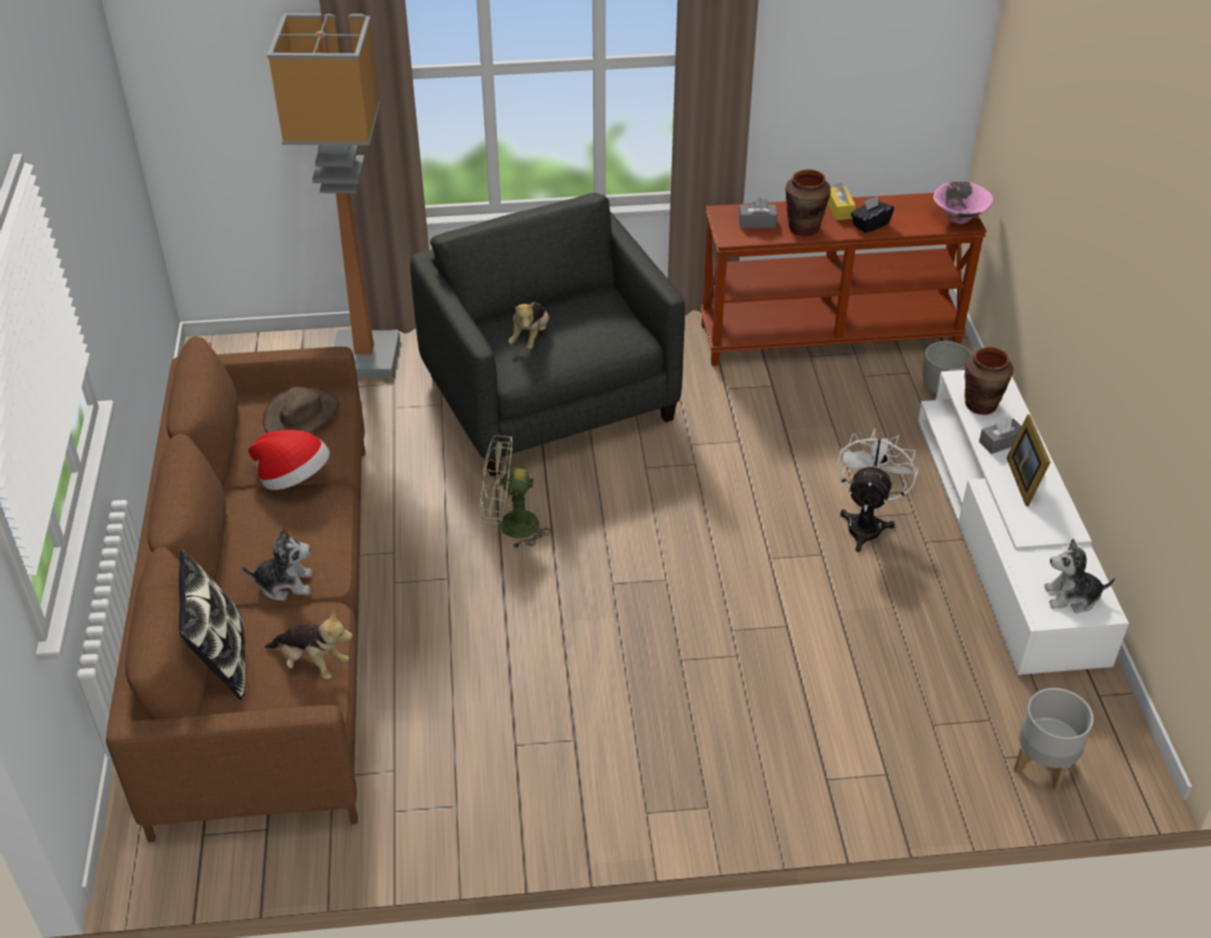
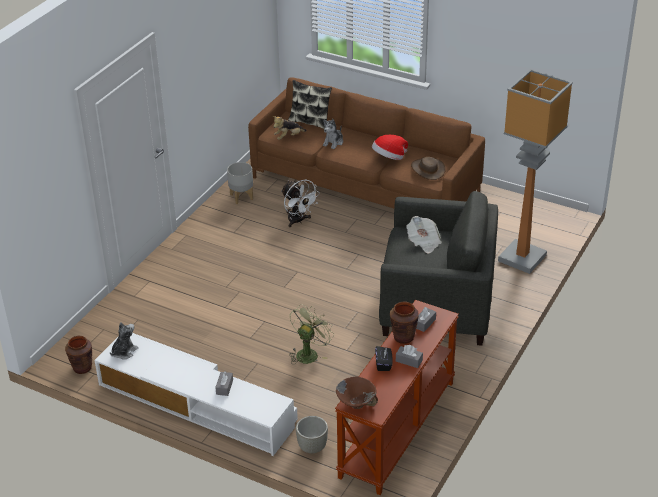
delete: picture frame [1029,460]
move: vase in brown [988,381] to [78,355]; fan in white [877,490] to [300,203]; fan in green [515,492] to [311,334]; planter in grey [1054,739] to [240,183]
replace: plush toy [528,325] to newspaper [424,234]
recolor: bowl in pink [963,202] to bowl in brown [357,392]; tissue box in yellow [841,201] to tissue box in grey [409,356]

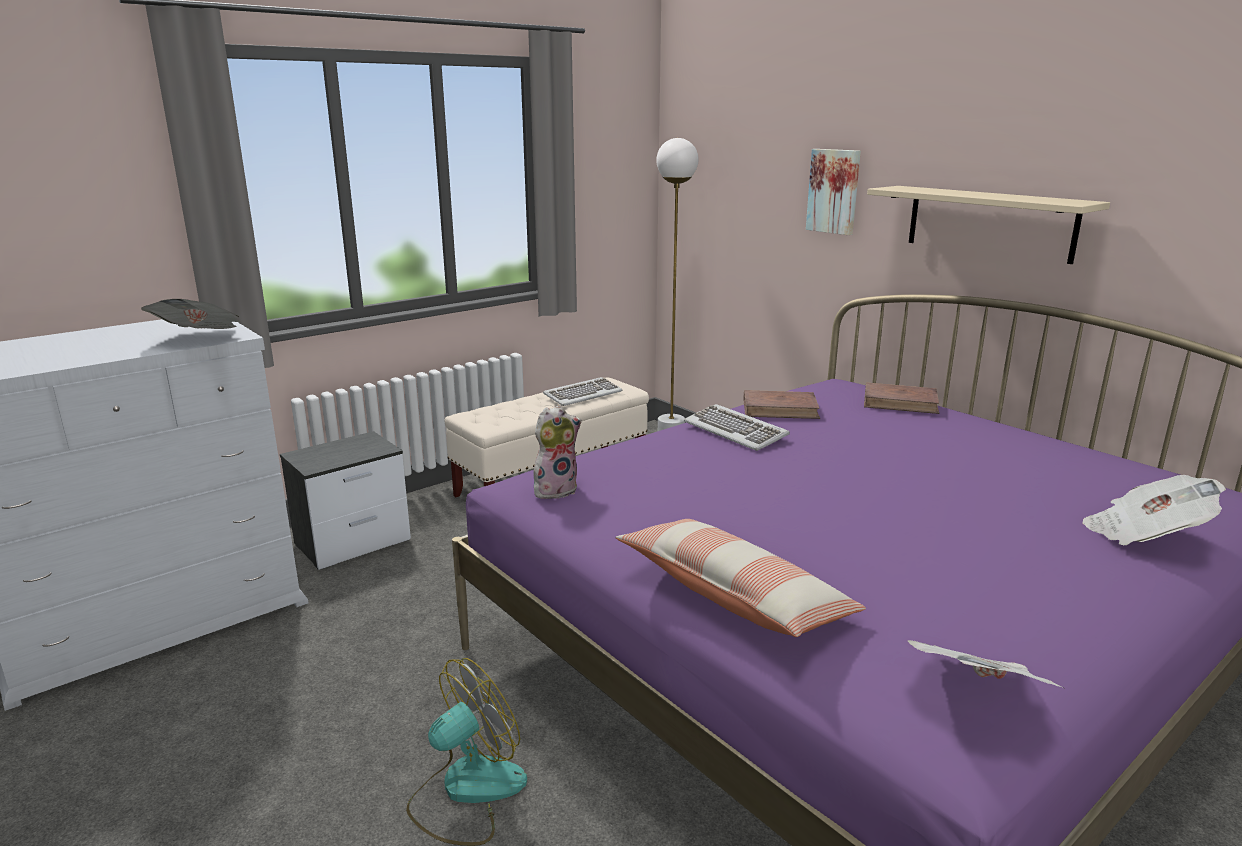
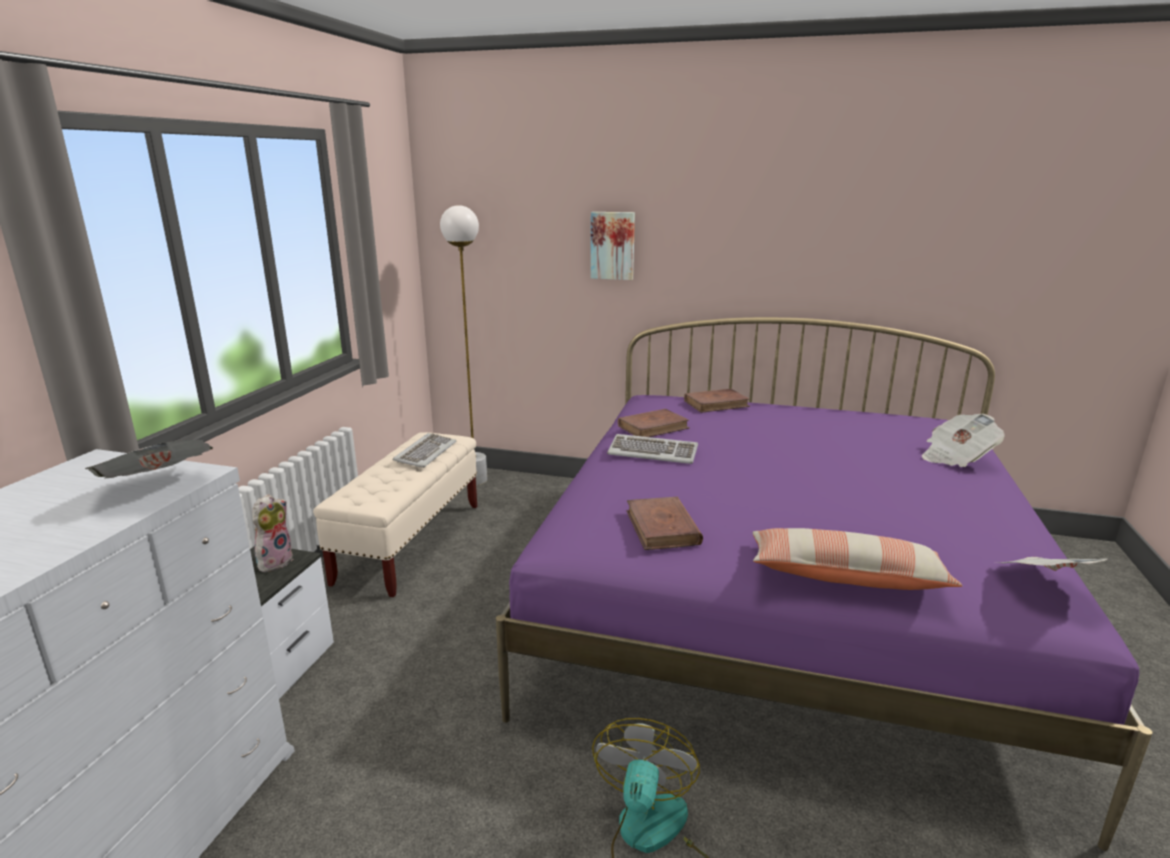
delete: shelf in beige [988,225]
insert: book in brown [665,523]
move: plush toy [557,452] to [272,533]

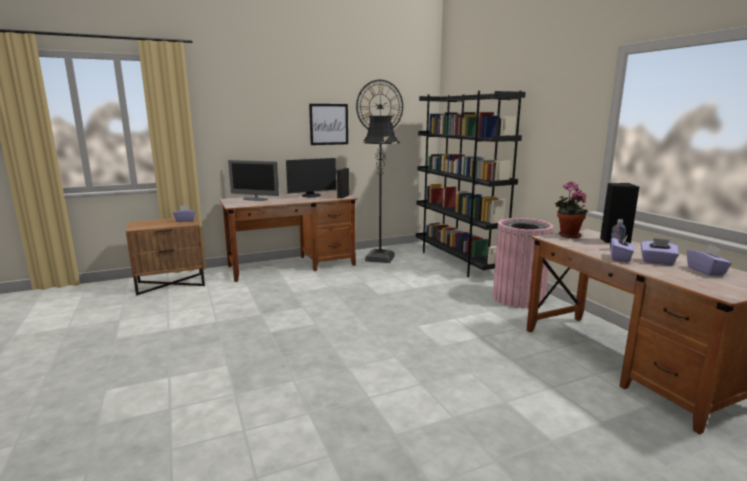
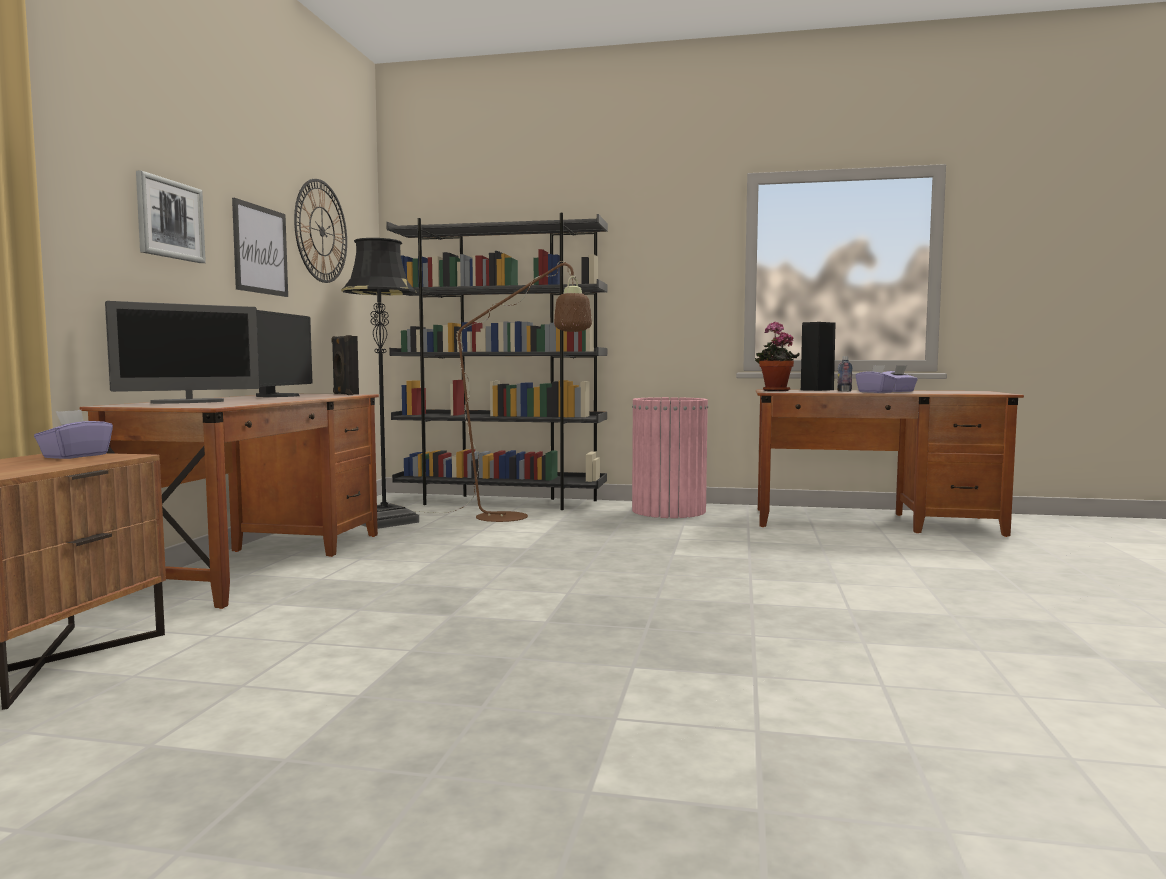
delete: tissue box in purple [709,260]
insert: picture [171,216]; floor lamp in brown [503,391]

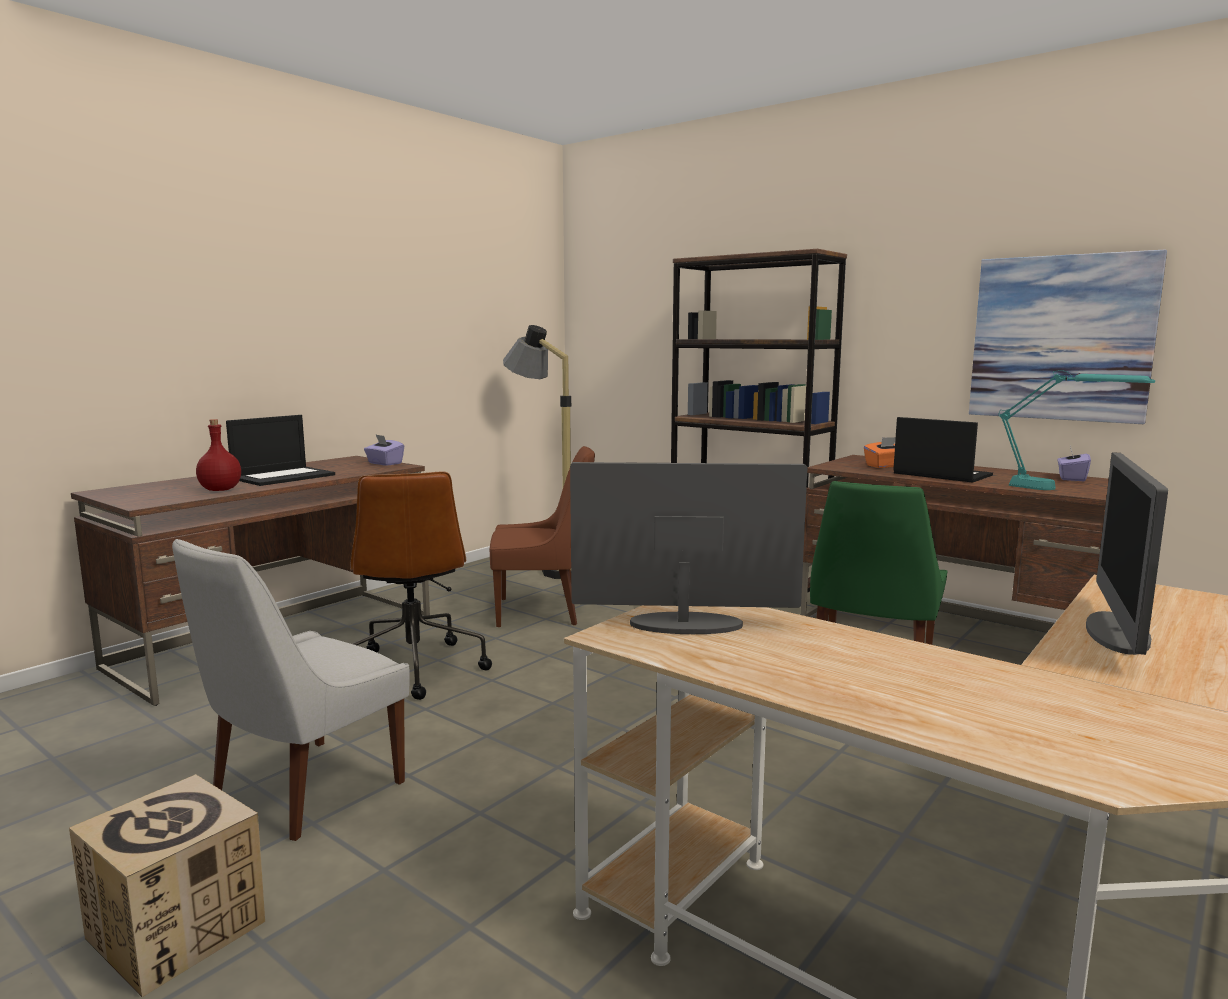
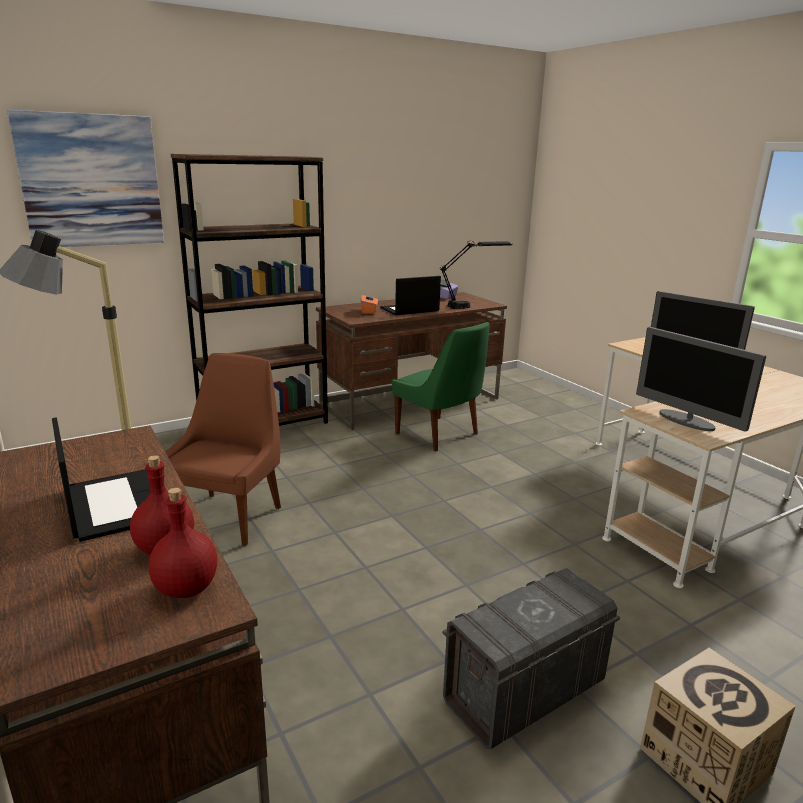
delete: tissue box in purple [384,450]; office chair in brown [421,585]
insert: bottle in red [183,543]
move: picture [1068,336] to [85,178]
replace: chair in white [291,690] to storage box in grey [531,658]
recolor: table lamp in turquoise [1077,430] to table lamp in black [476,275]
rotate: monitor [688,548] = [701,379] 60 degrees counterclockwise

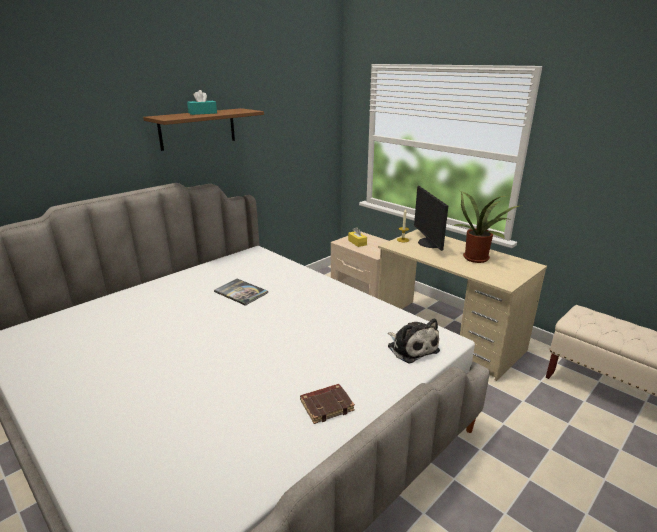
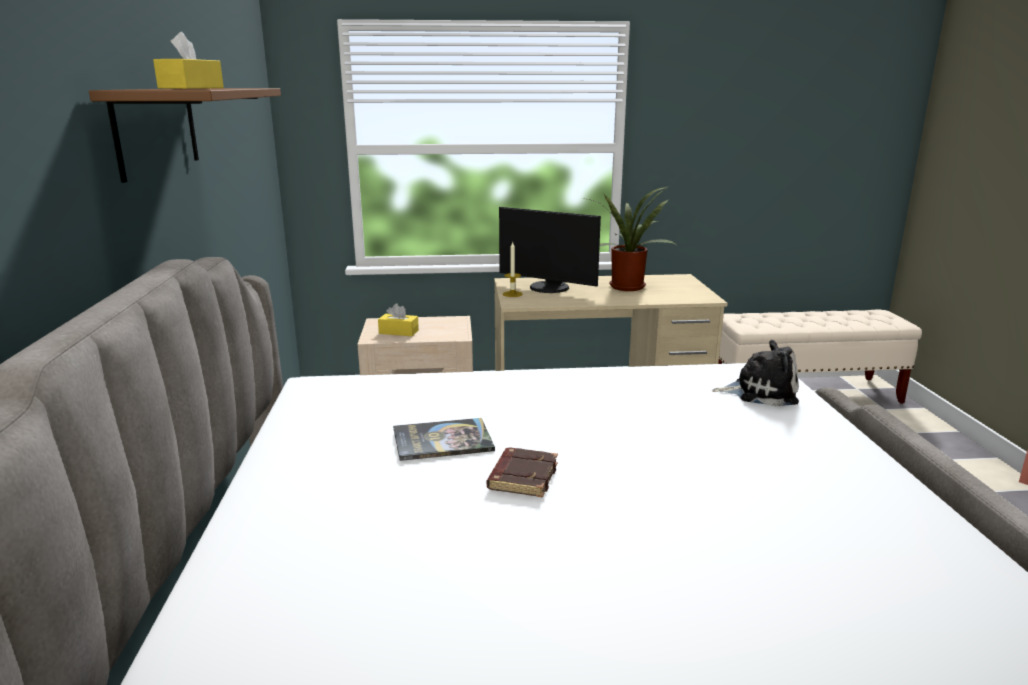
move: book in brown [327,404] to [522,473]
recolor: tissue box in turquoise [202,102] to tissue box in yellow [188,60]

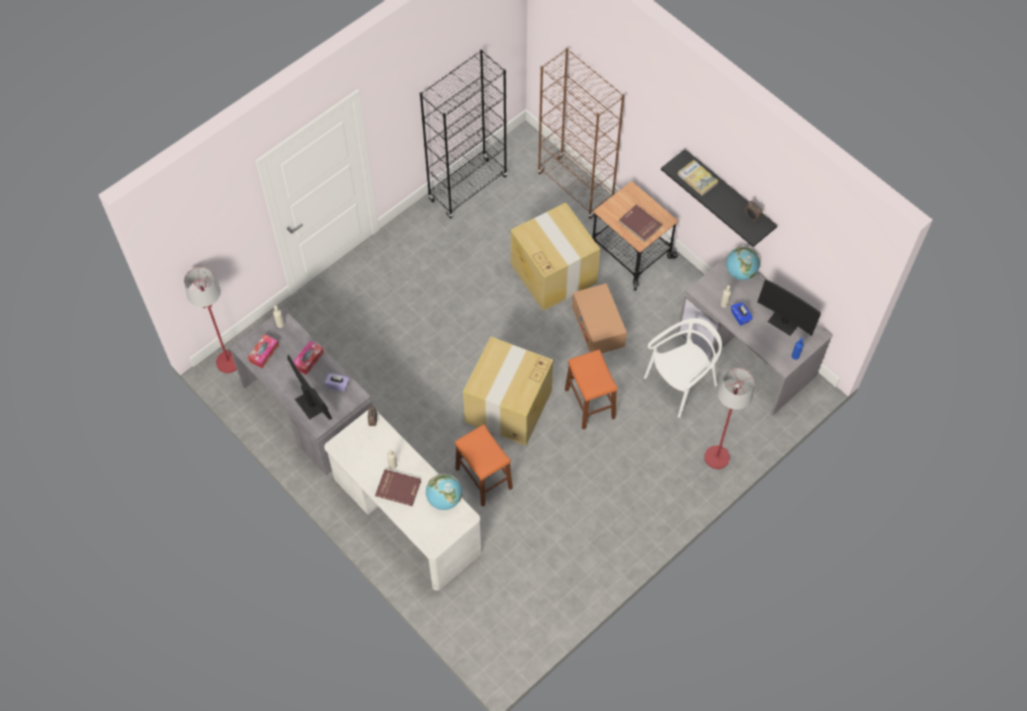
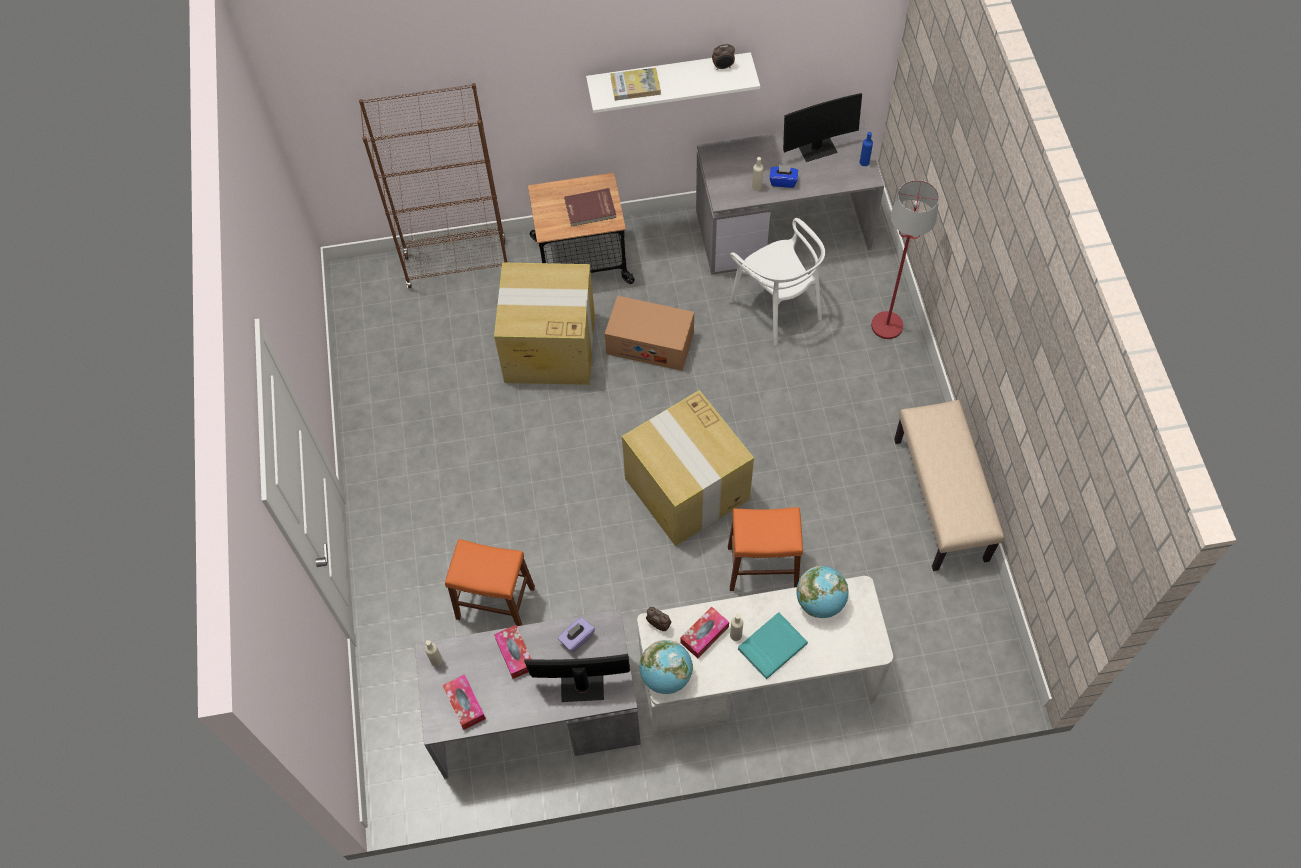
delete: bookcase in black [463,134]; floor lamp in red [210,320]
insert: bench in beige [949,485]; tissue box [704,632]
move: globe [743,263] to [666,667]; stool in orange [591,389] to [490,582]
recolor: shelf in black [719,198] to shelf in white [673,82]; book in red [398,487] to book in turquoise [773,645]
rotate: chair in white [683,368] = [777,282] 150 degrees clockwise

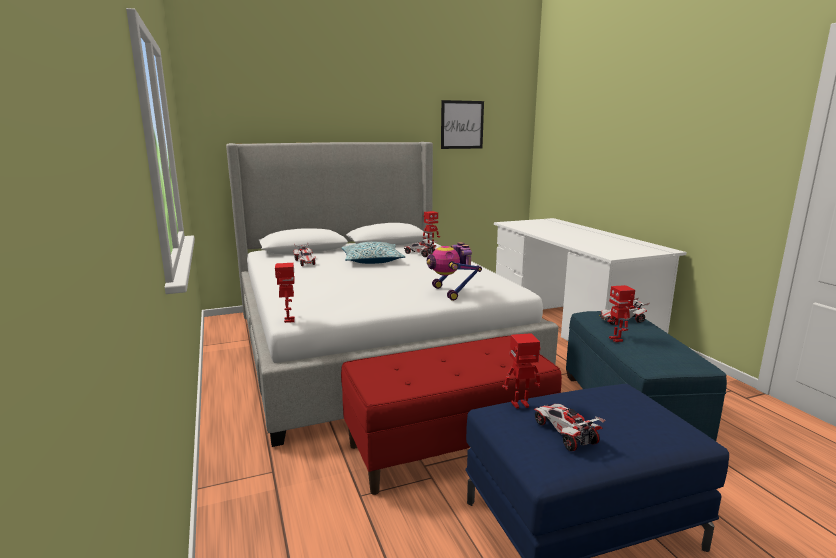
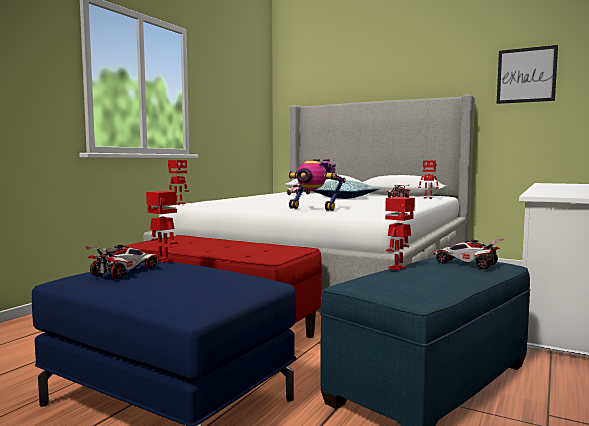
rotate: toy robot [454,271] = [317,185] 90 degrees counterclockwise

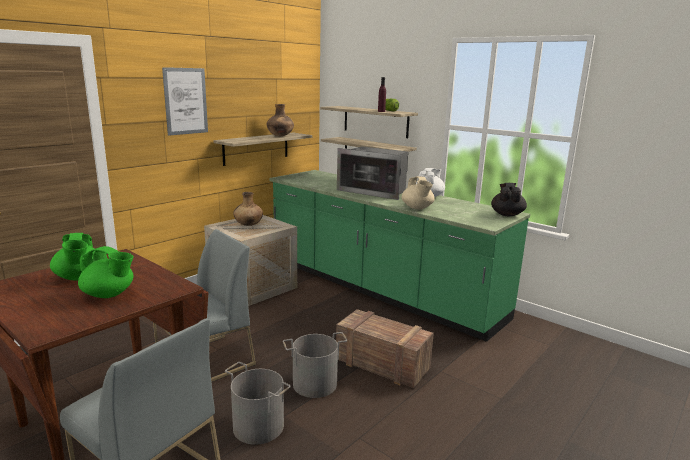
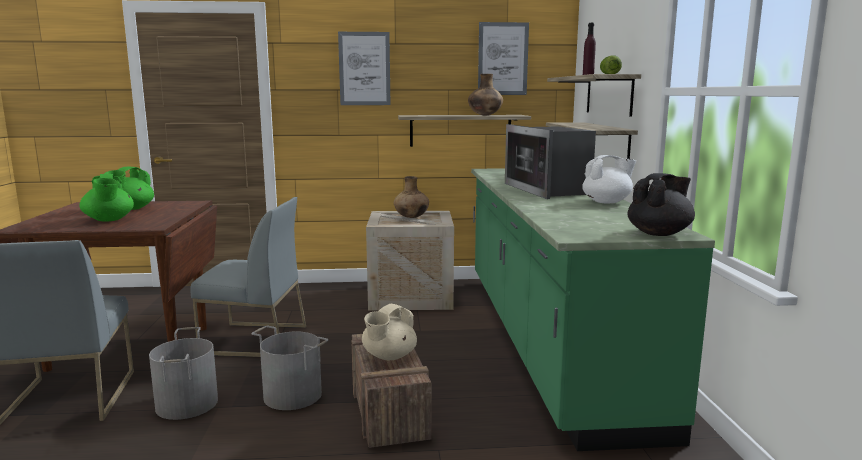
insert: picture [503,58]
move: teapot in beige [418,192] to [389,332]

